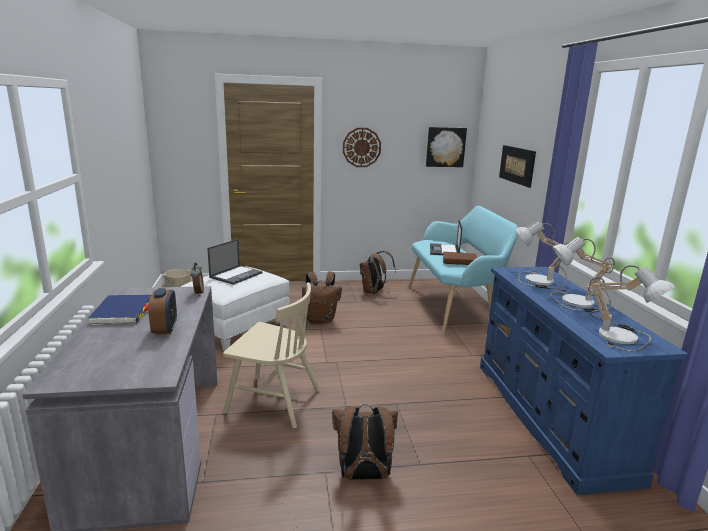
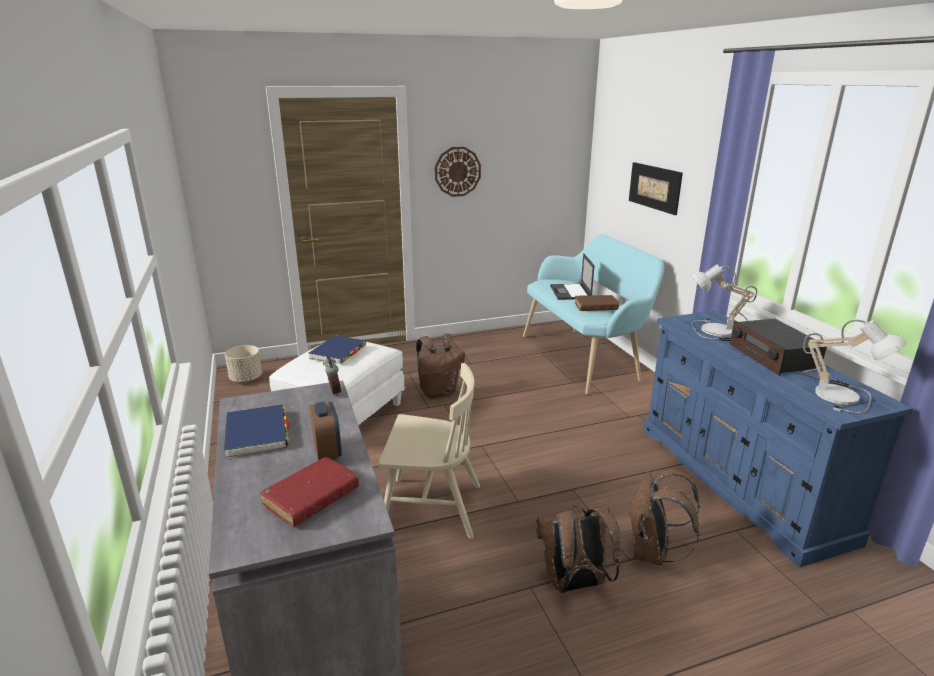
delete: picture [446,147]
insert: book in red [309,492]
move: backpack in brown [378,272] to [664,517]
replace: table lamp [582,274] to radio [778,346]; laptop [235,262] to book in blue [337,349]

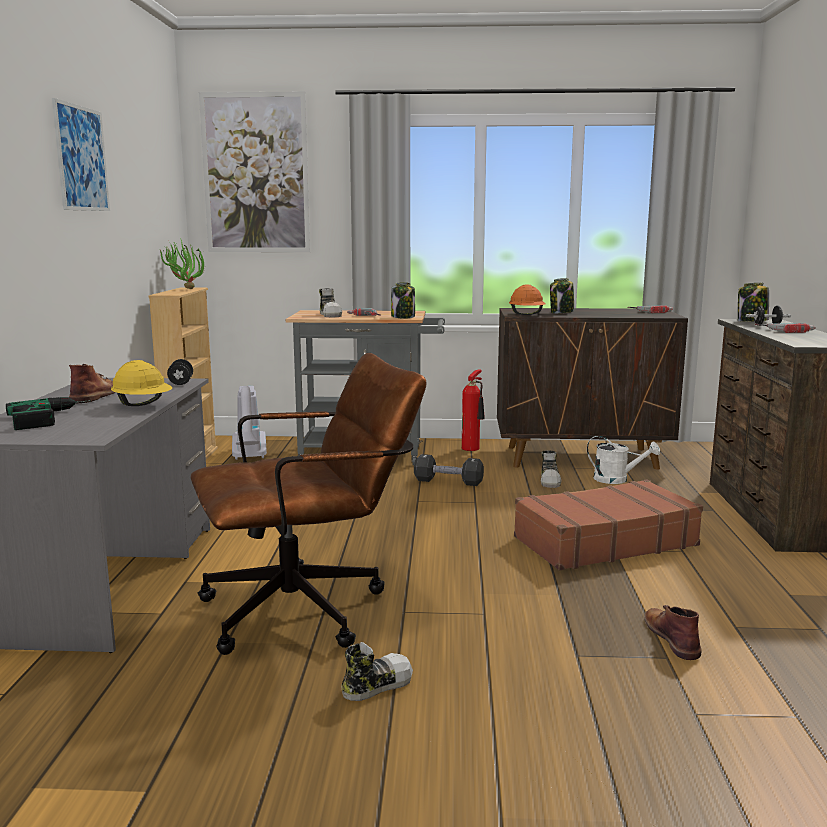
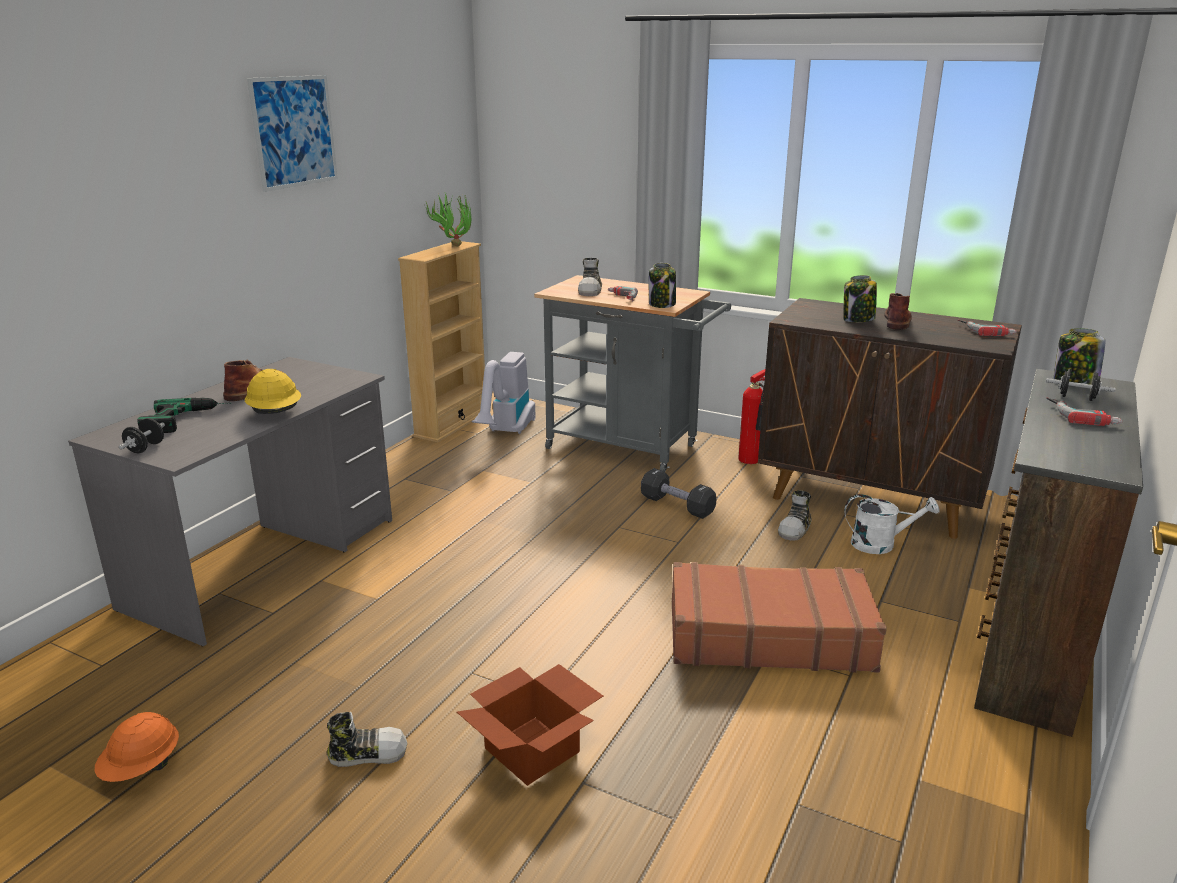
delete: picture [254,172]; office chair in brown [308,504]
insert: cardboard box [530,725]
move: hard hat in orange [527,299] to [137,747]; dumbbell in black [180,372] to [142,435]; boot in brown [673,632] to [898,311]
rotate: watering can in white [623,460] = [892,524] 45 degrees counterclockwise

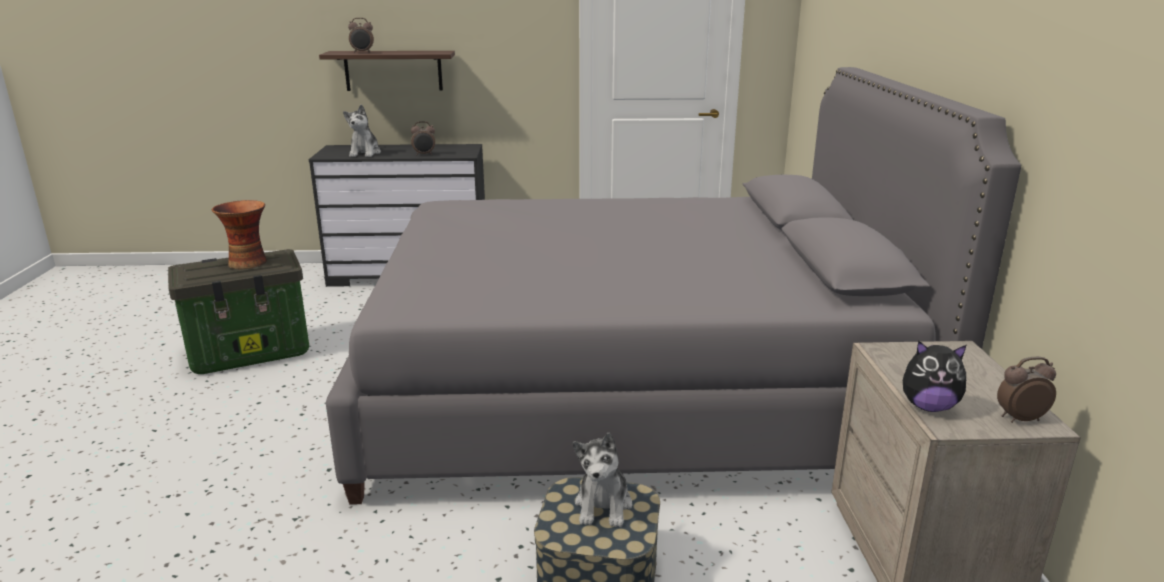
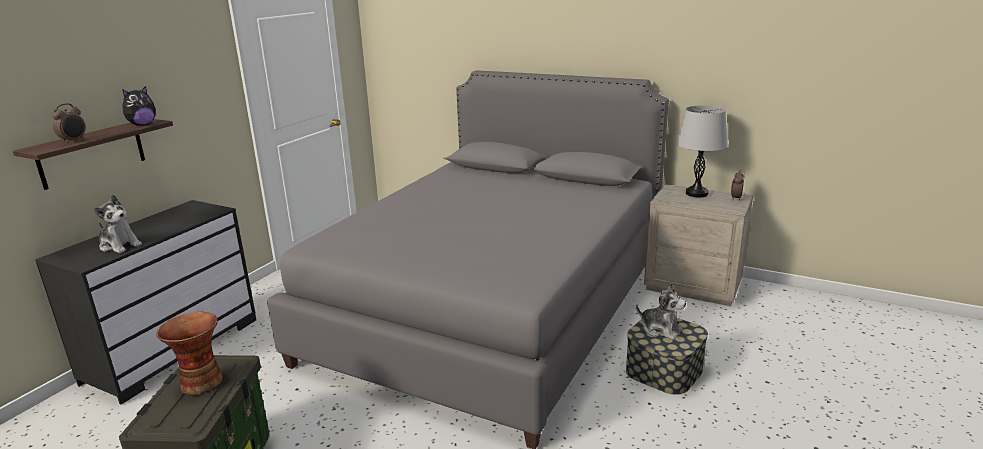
delete: alarm clock [423,138]
insert: table lamp in grey [702,151]
move: plush toy [934,376] to [139,106]

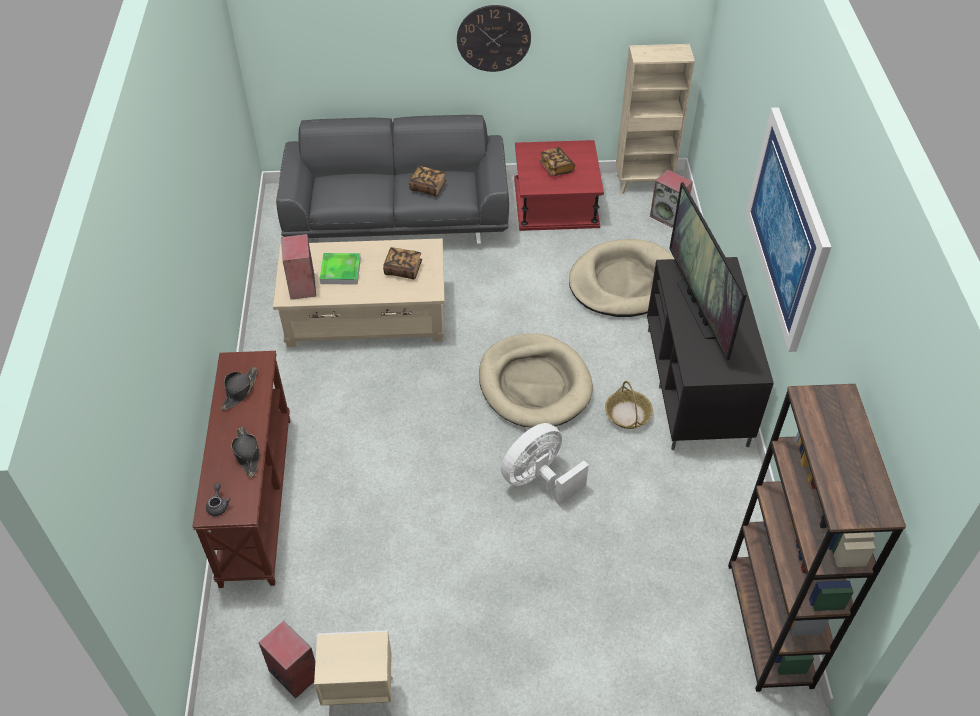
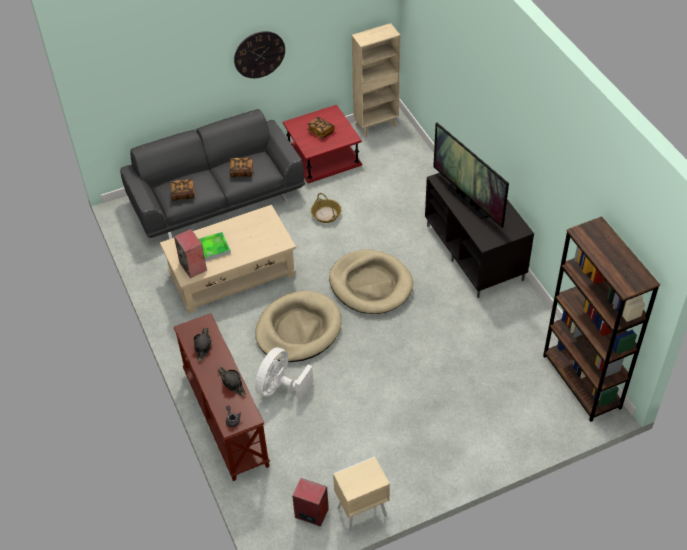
delete: picture [788,229]; speaker [671,198]
move: dog bed in beige [621,278] to [298,326]; book [402,263] to [182,190]; basket [629,405] to [326,208]; fan in white [545,464] to [284,373]

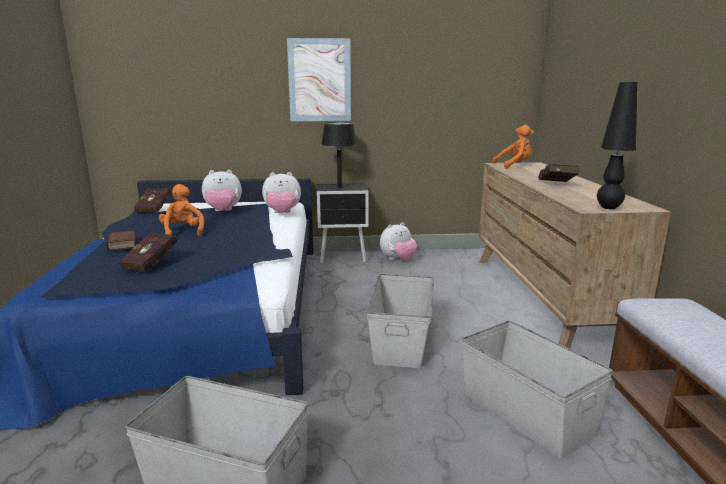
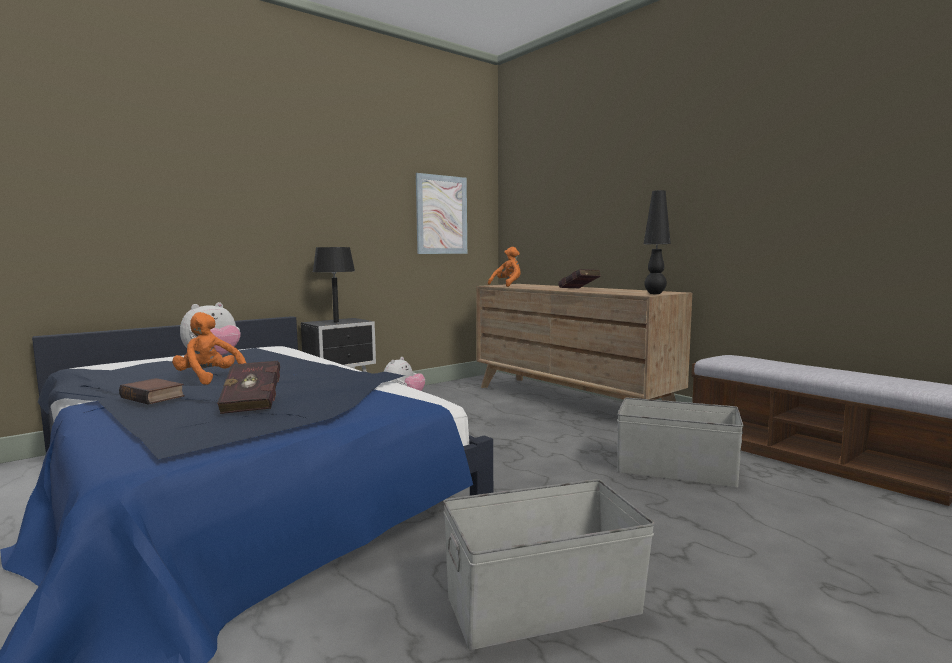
delete: plush toy [281,192]; book in red [152,200]; storage box in grey [400,321]
move: picture [319,79] to [441,213]

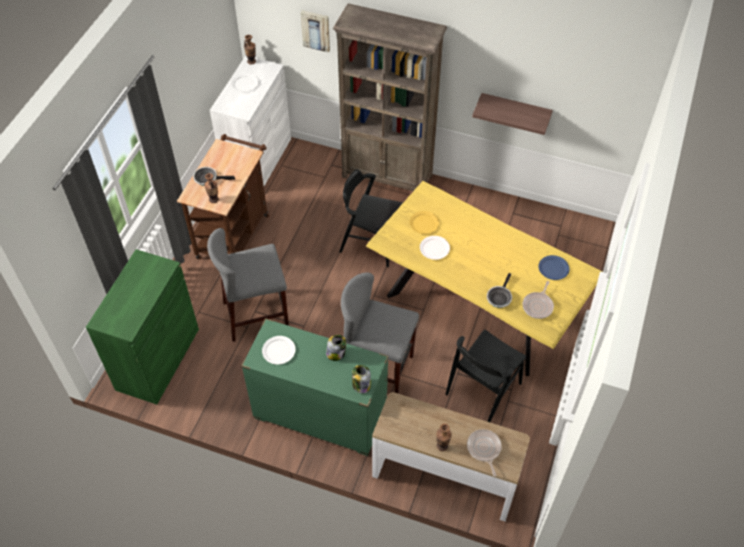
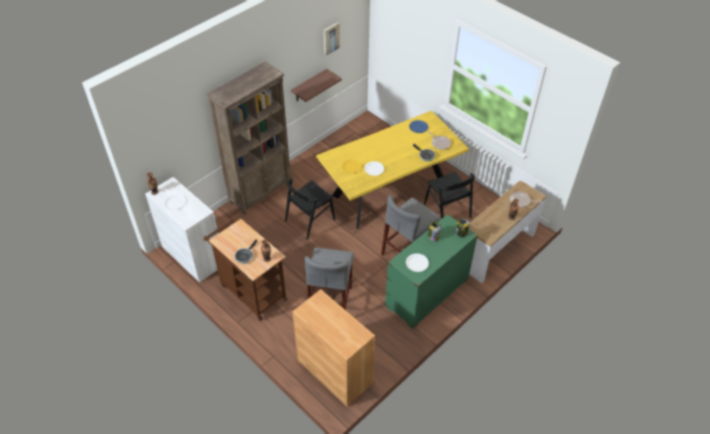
move: picture [315,31] to [331,39]
recolor: cabinet in green [142,327] to cabinet in brown [333,348]

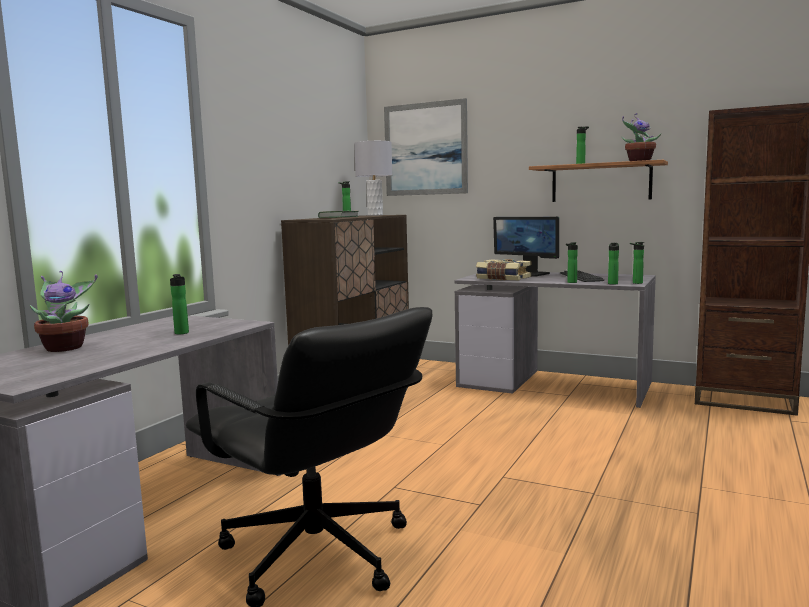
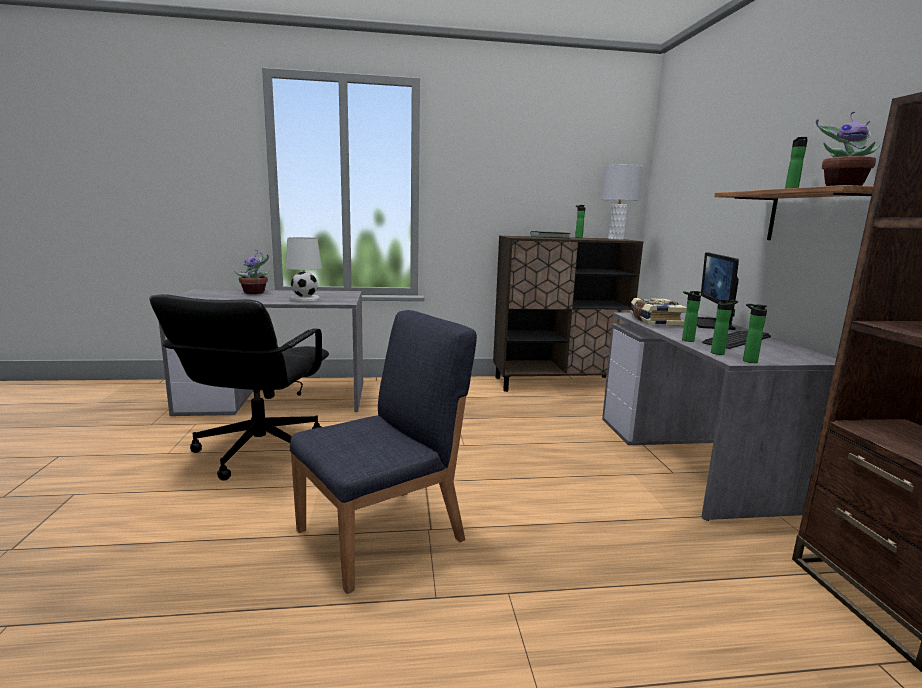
delete: picture [426,147]
insert: chair in blue [383,452]
replace: bottle [179,304] to table lamp in white [303,269]

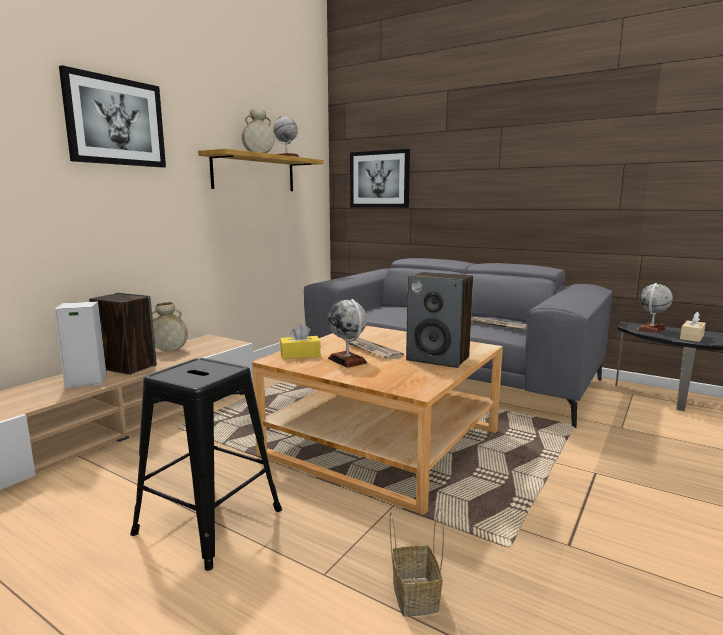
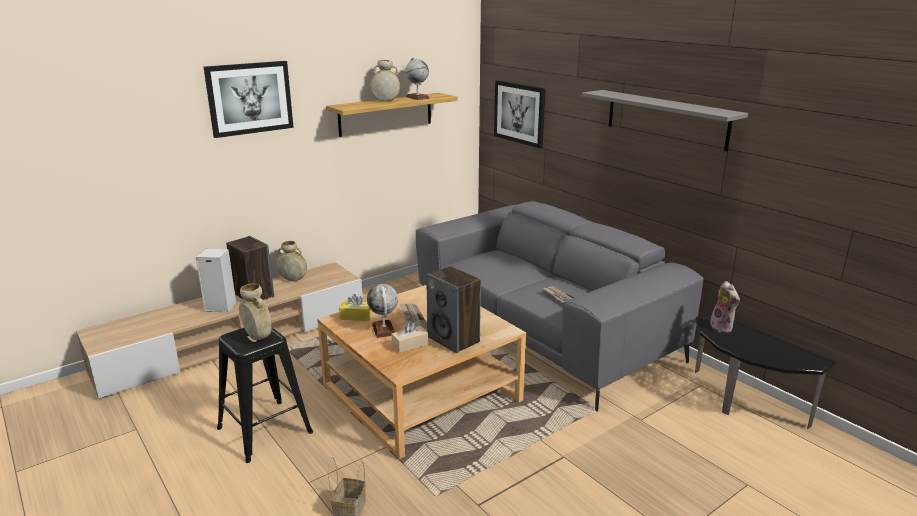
insert: shelf in grey [665,120]; vase in beige [255,311]
move: tissue box in beige [693,327] to [409,337]
replace: globe [655,308] to plush toy [725,307]

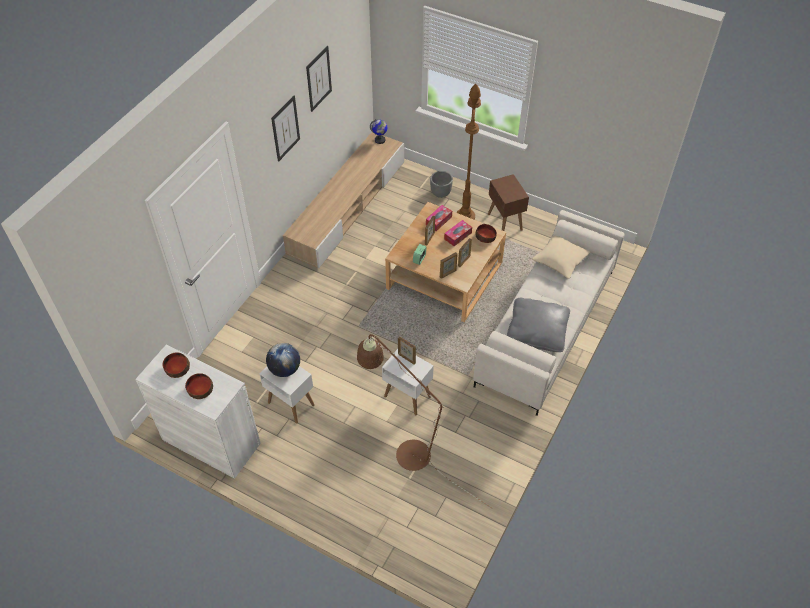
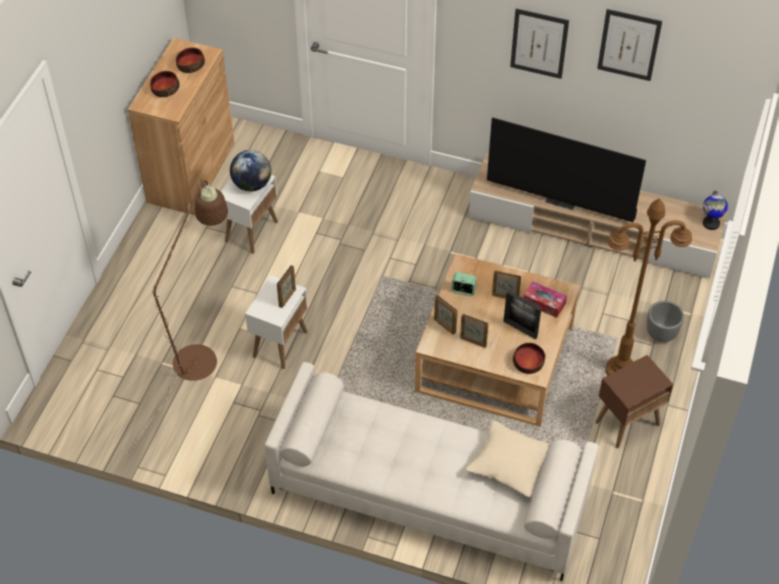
delete: pillow in grey [538,325]
insert: television [566,169]
replace: tissue box [458,233] to picture frame [522,315]
recolor: cabinet in white [198,411] to cabinet in brown [181,126]

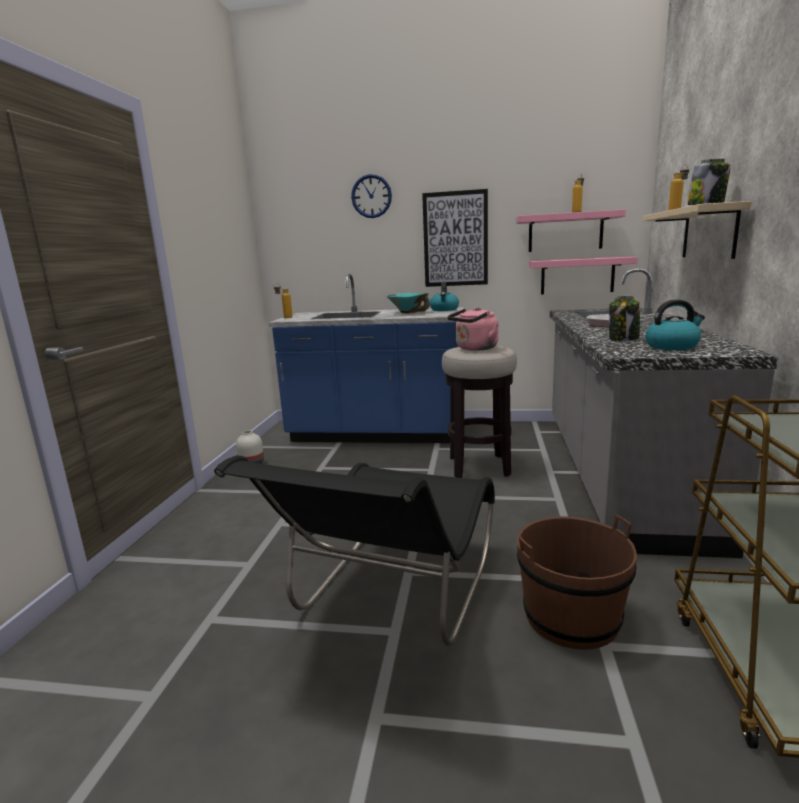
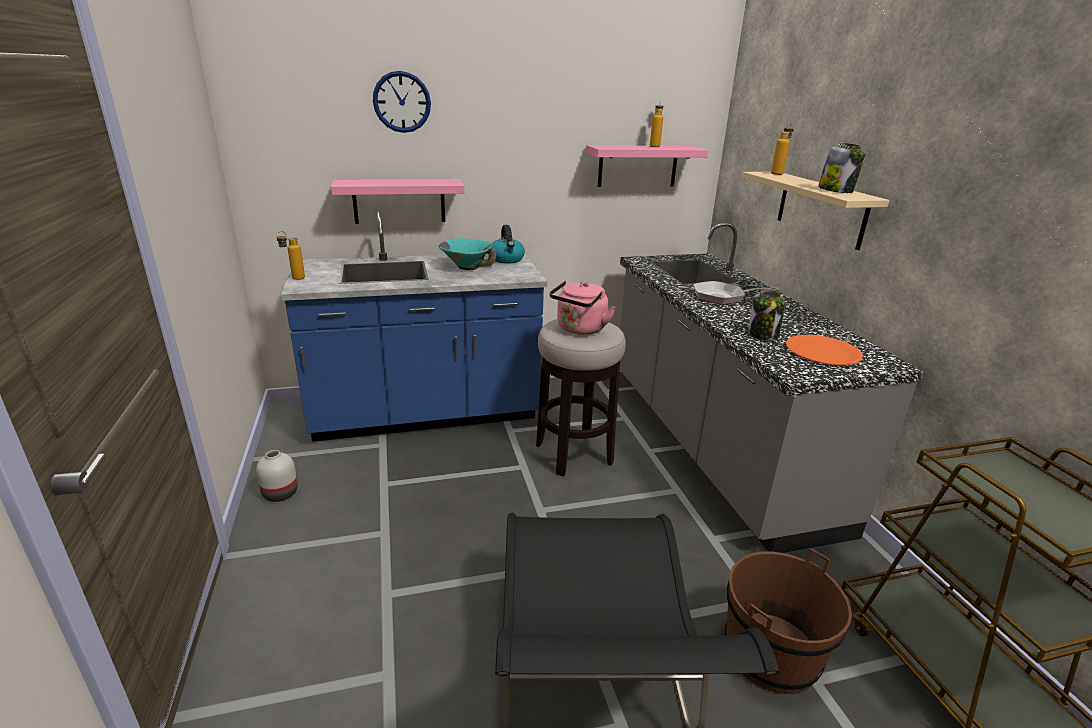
delete: picture [455,238]
move: shelf in pink [583,275] to [398,201]
replace: kettle [675,324] to plate in orange [824,350]

